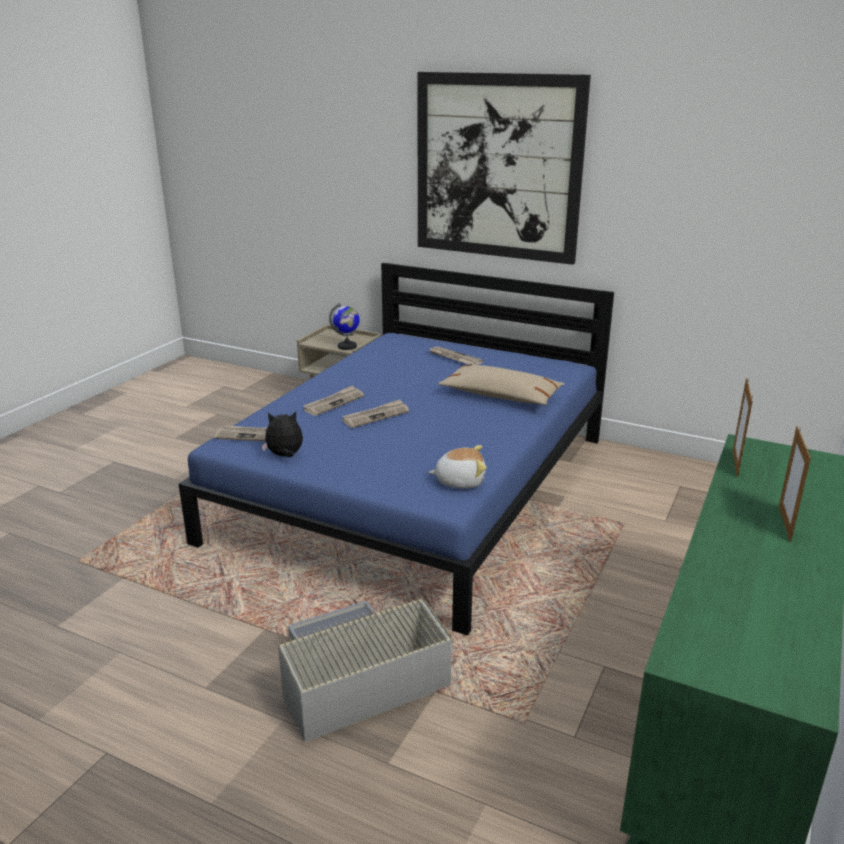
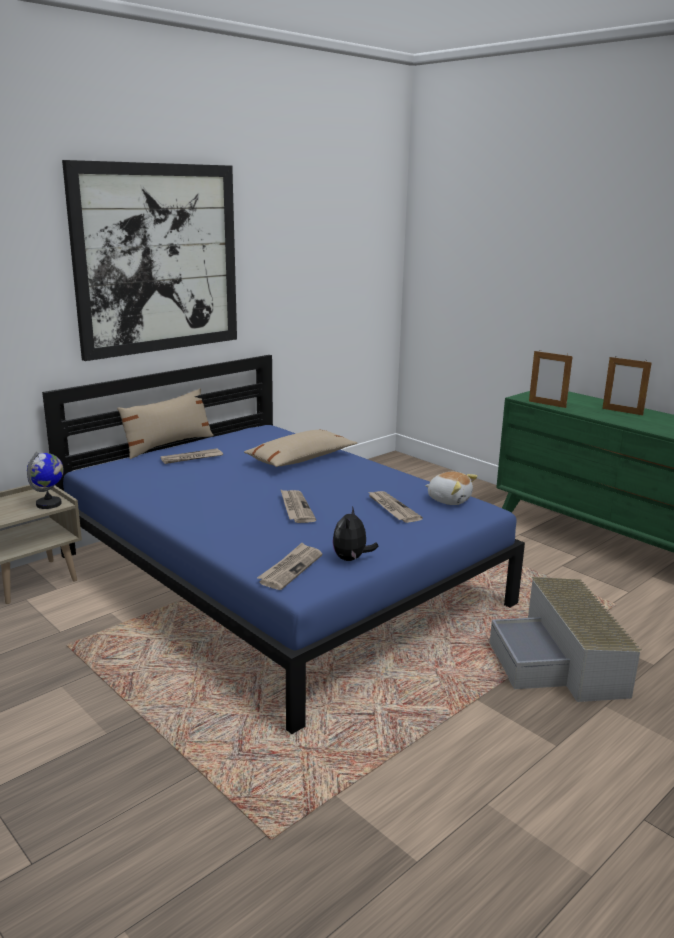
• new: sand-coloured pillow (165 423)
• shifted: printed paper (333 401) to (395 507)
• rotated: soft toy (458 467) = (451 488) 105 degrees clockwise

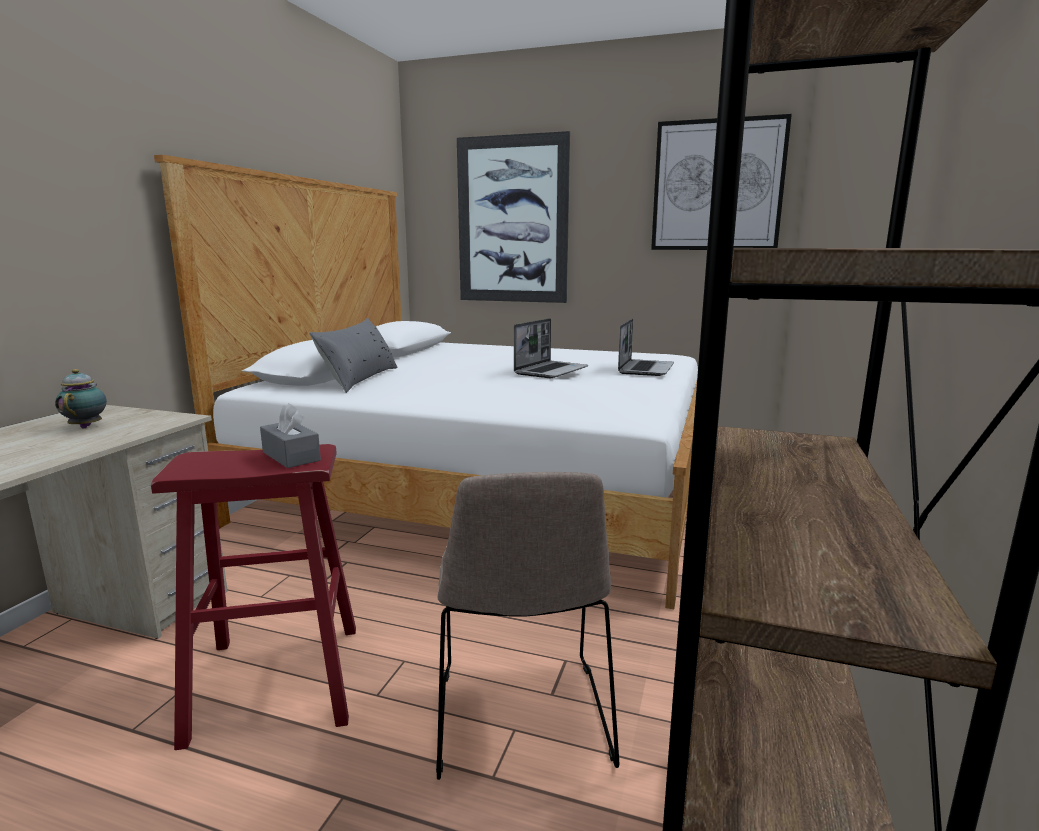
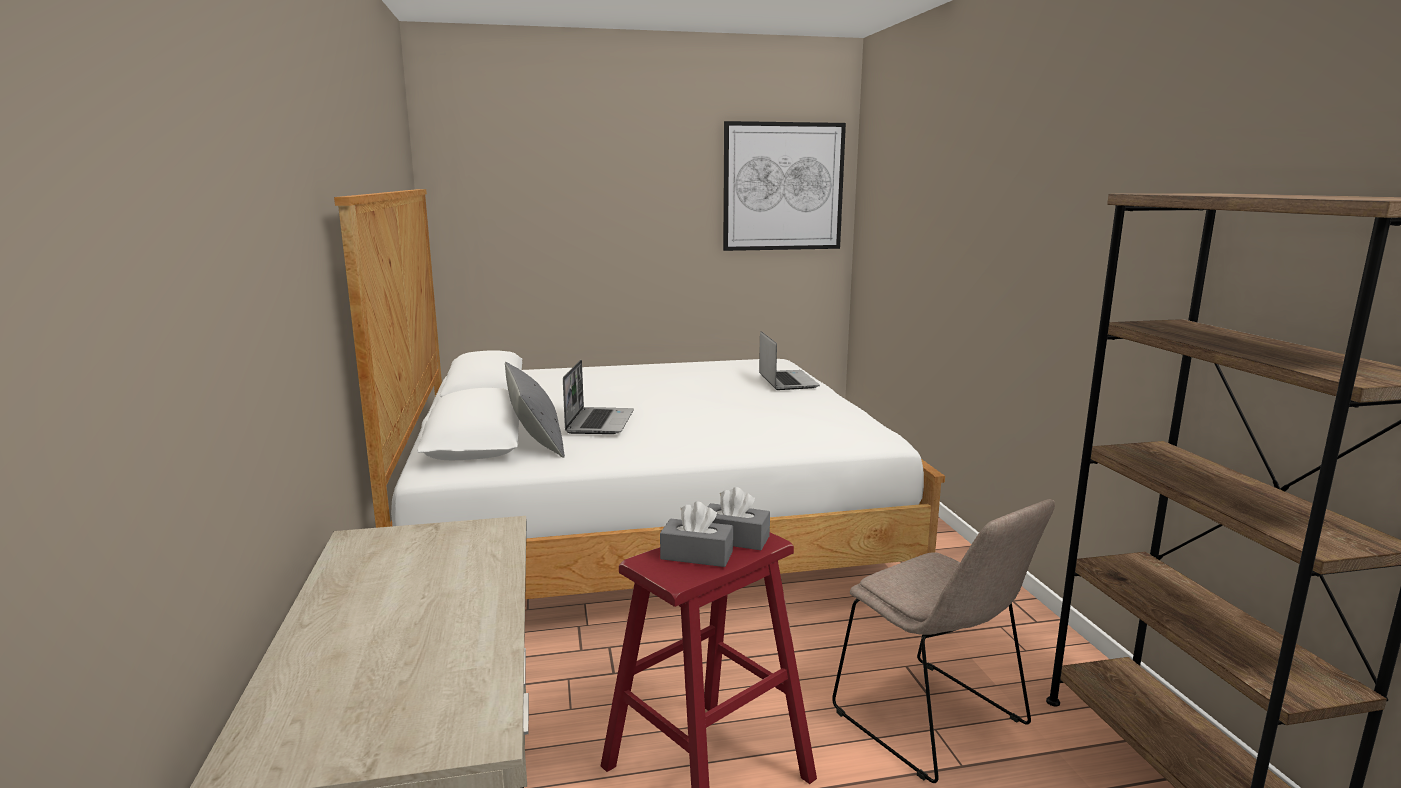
• gone: tea pot (81 398)
• gone: wall picture (513 217)
• new: gray tissue holder (696 534)
• shifted: laptop (551 348) to (598 397)

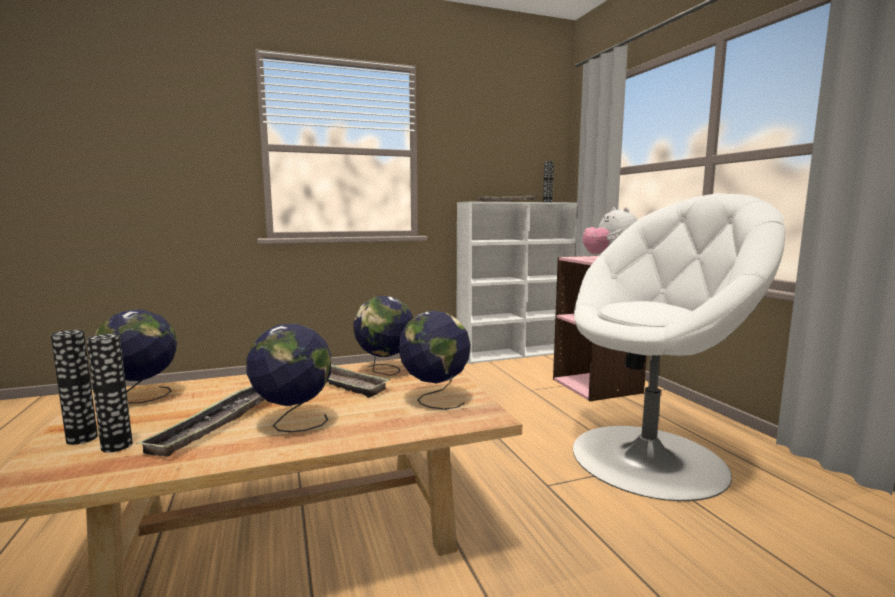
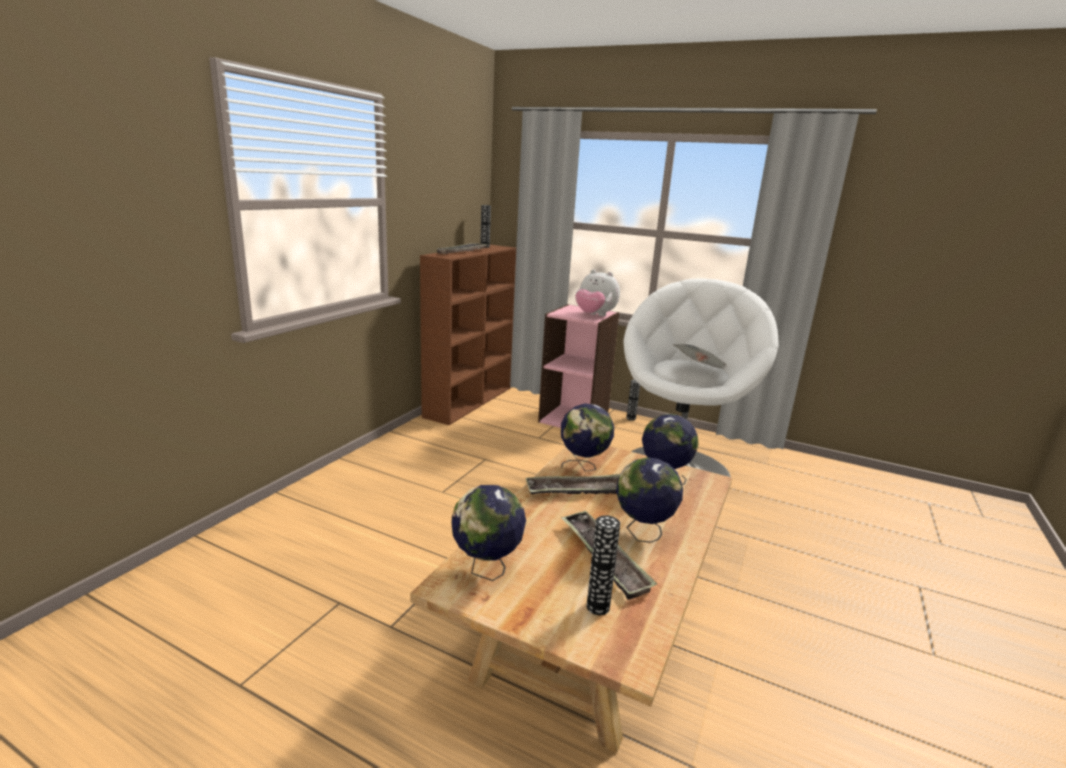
• new: printed paper (699 356)
• shifted: vase (74 387) to (633 400)
• repainted: whitish bookshelf (517 283) to brown-coloured bookshelf (468 335)

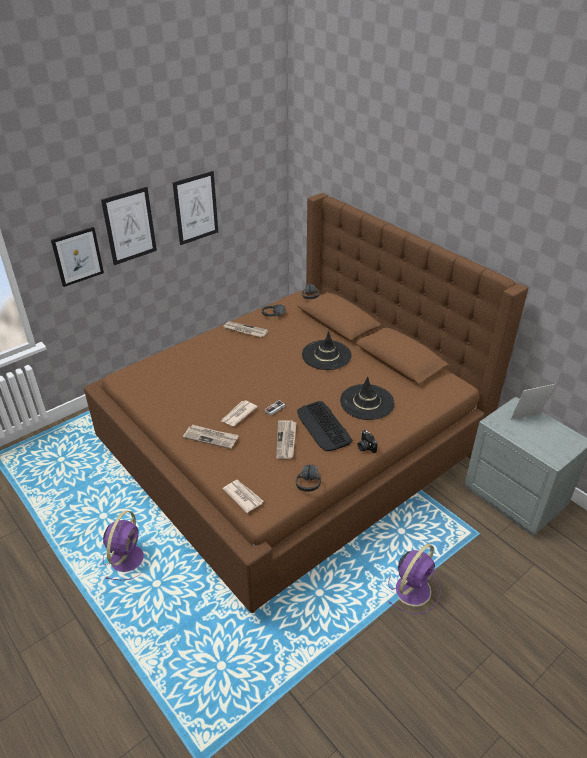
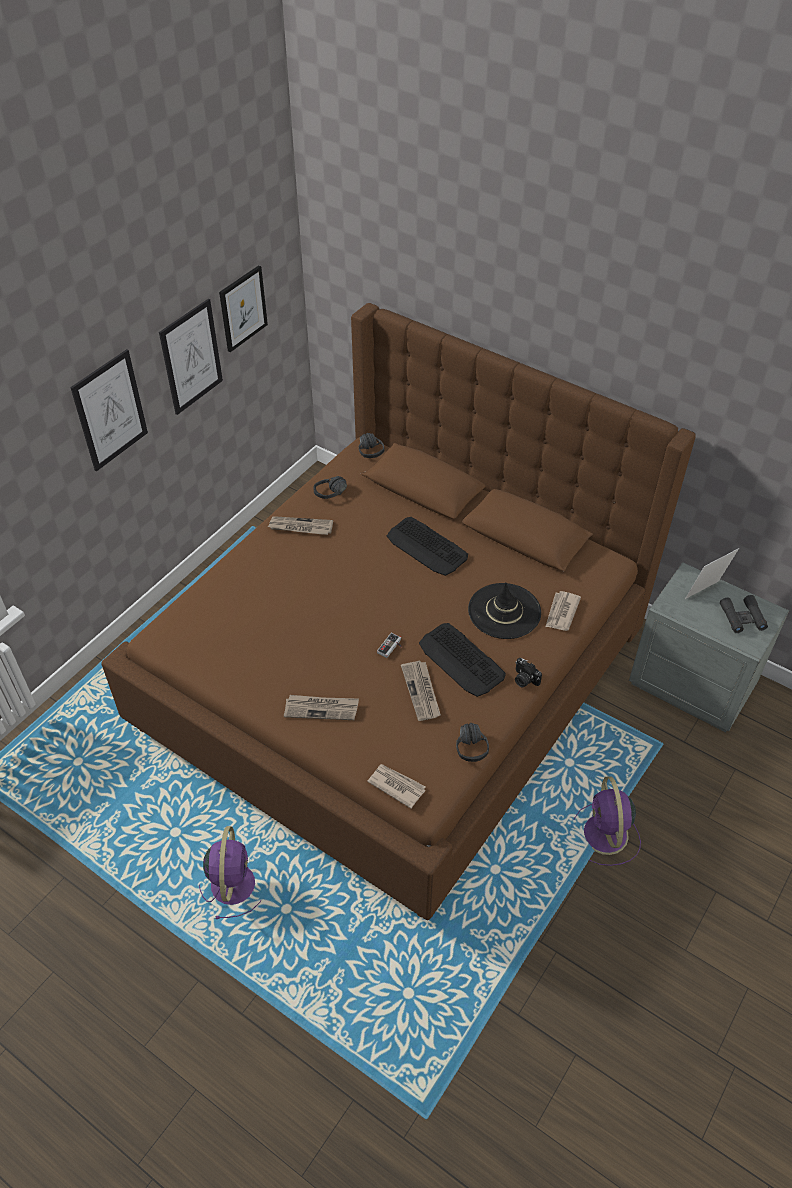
• new: blackish field glasses (744 614)
• shifted: wall picture (77 257) to (243 308)
• shifted: printed paper (239 413) to (563 611)
• swapped: blackish wearable hat (327 350) to PC keyboard (427 546)
• rotated: purple-coloured electric fan (414 579) = (607 821) 150 degrees clockwise

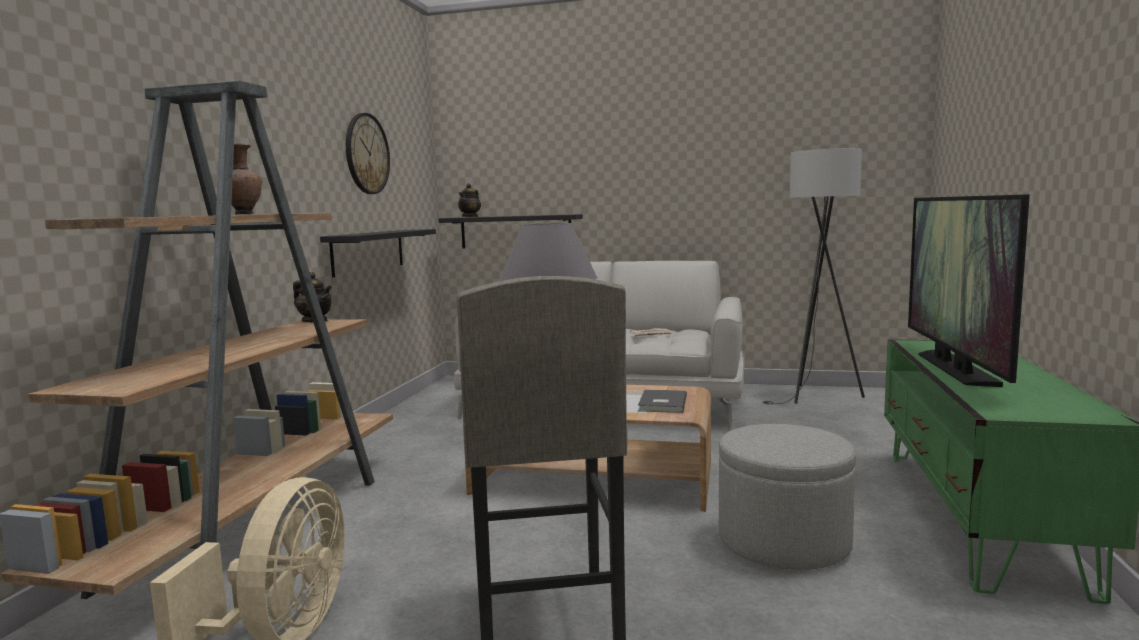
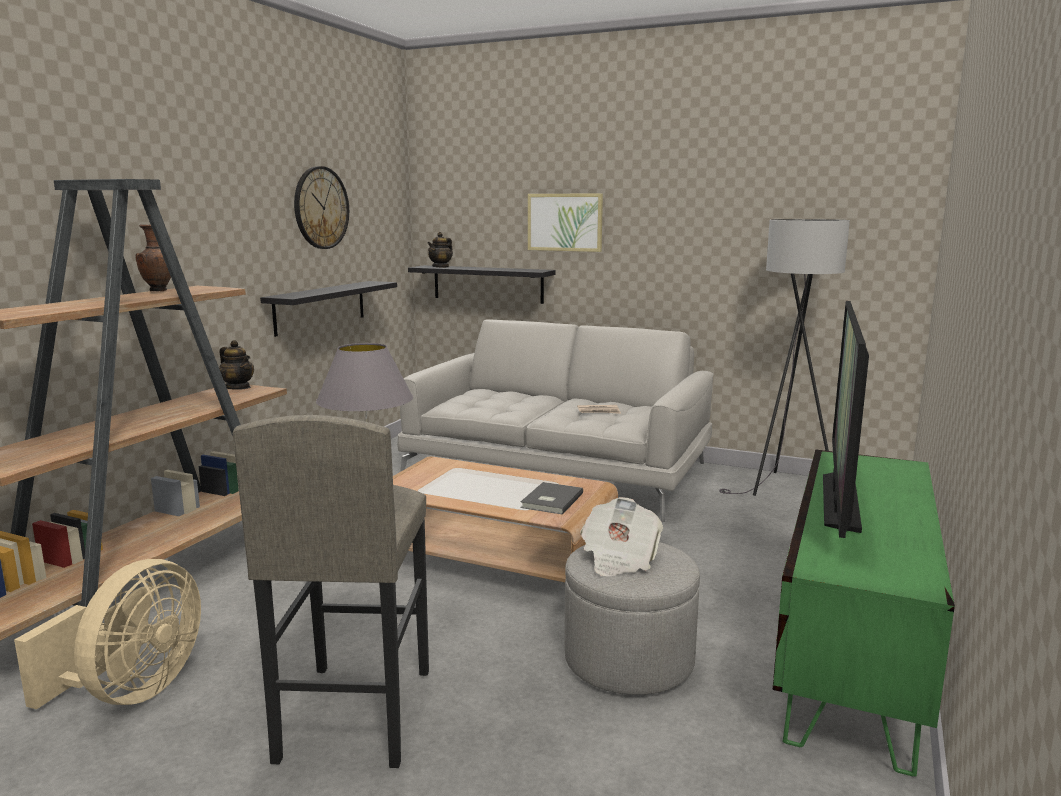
• new: wall picture (565 222)
• new: printed paper (621 536)

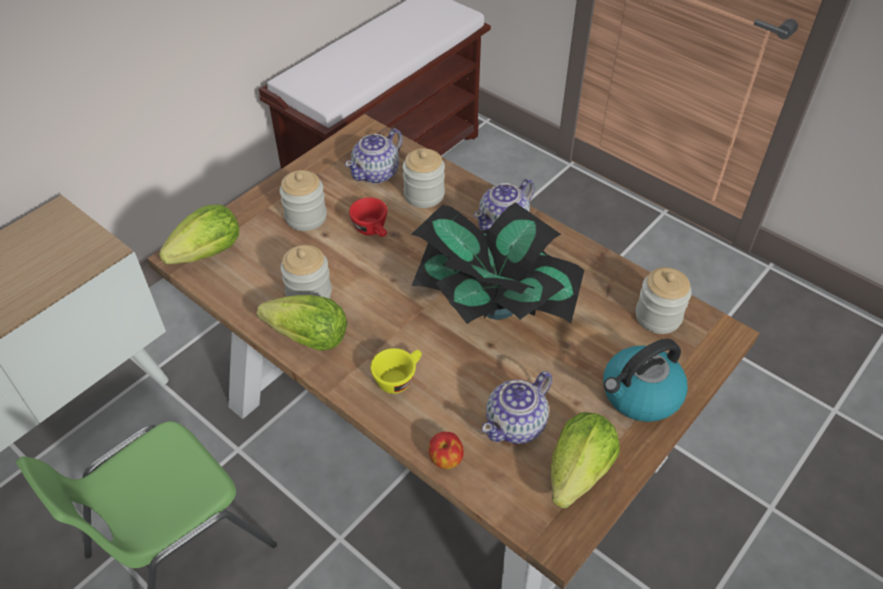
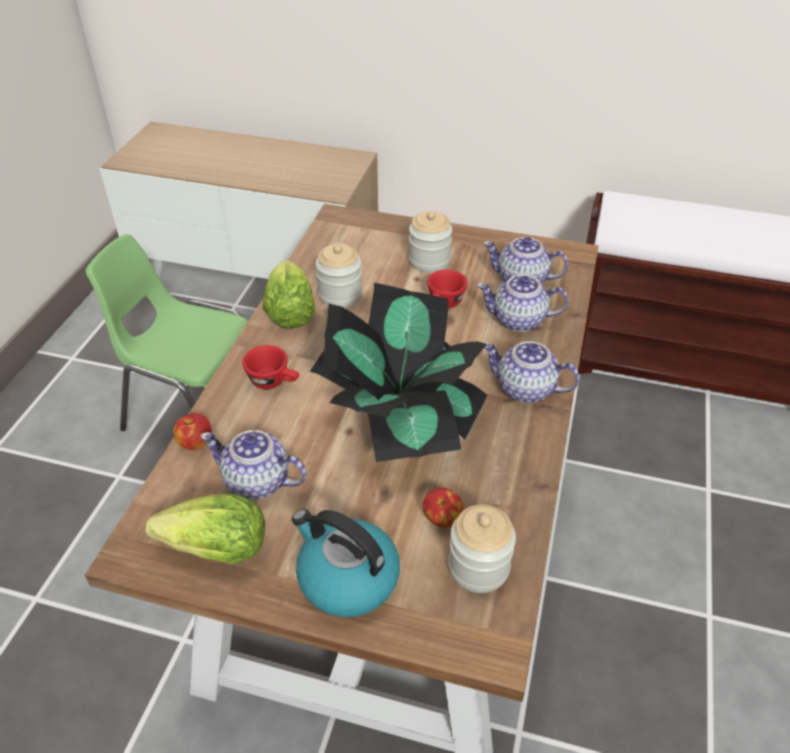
• gone: lettuce head (199 234)
• new: whole apple (443 507)
• swapped: preserve jar (424 178) to tea pot (522 303)
• repainted: yellowish small cup (396 371) to red small cup (270 367)

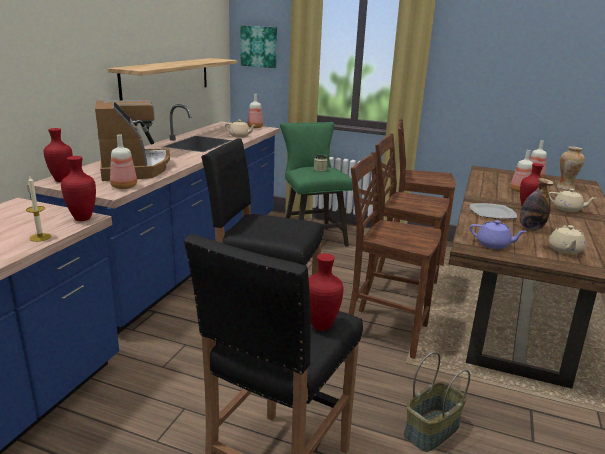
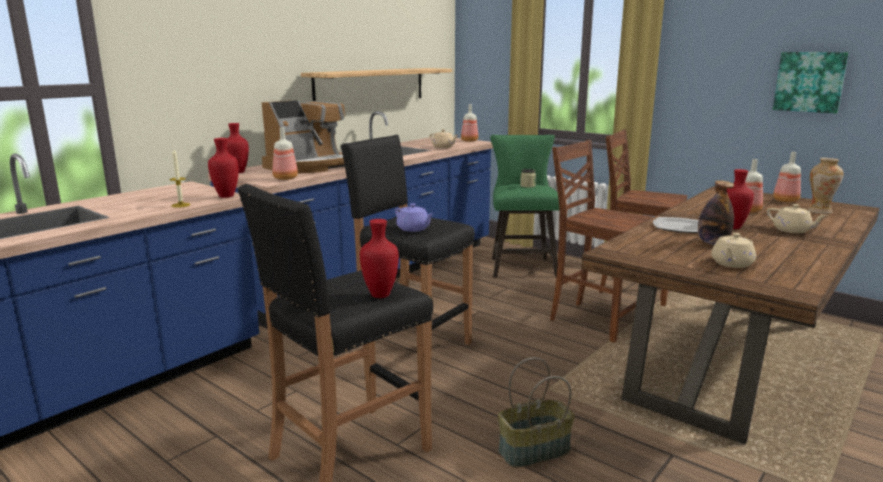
• gone: brown-coloured upright chair (395 255)
• shifted: wall picture (258 46) to (811 82)
• shifted: purple-coloured tea pot (498 234) to (414 217)
• rotated: coffee brewer (132 140) = (303 136) 45 degrees clockwise

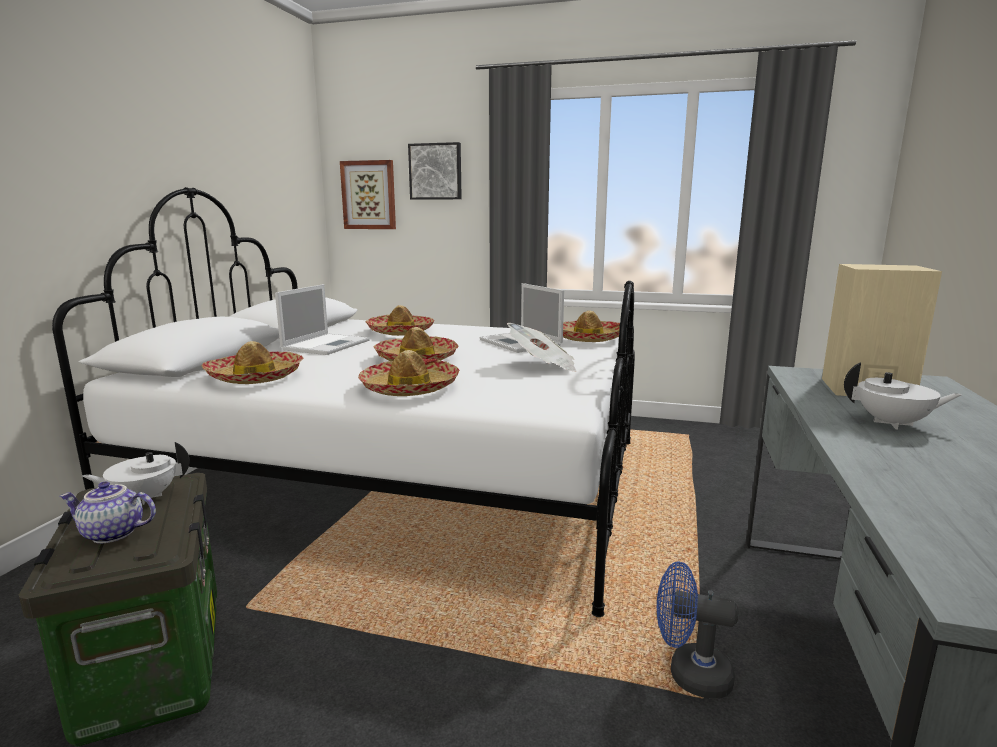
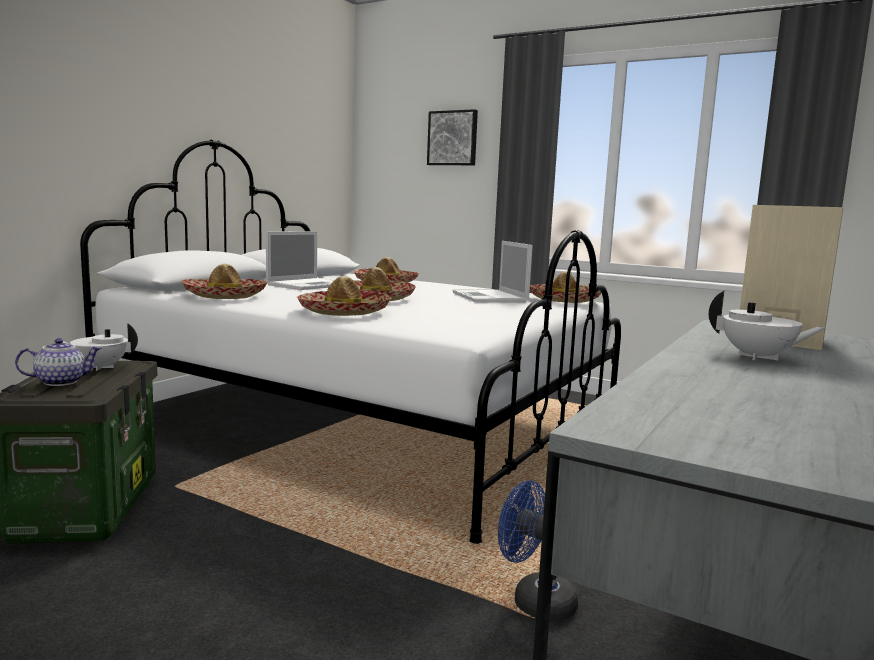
• gone: wall picture (368 194)
• gone: printed paper (541 347)
• rotated: tea pot (107 512) = (58 362) 135 degrees clockwise

